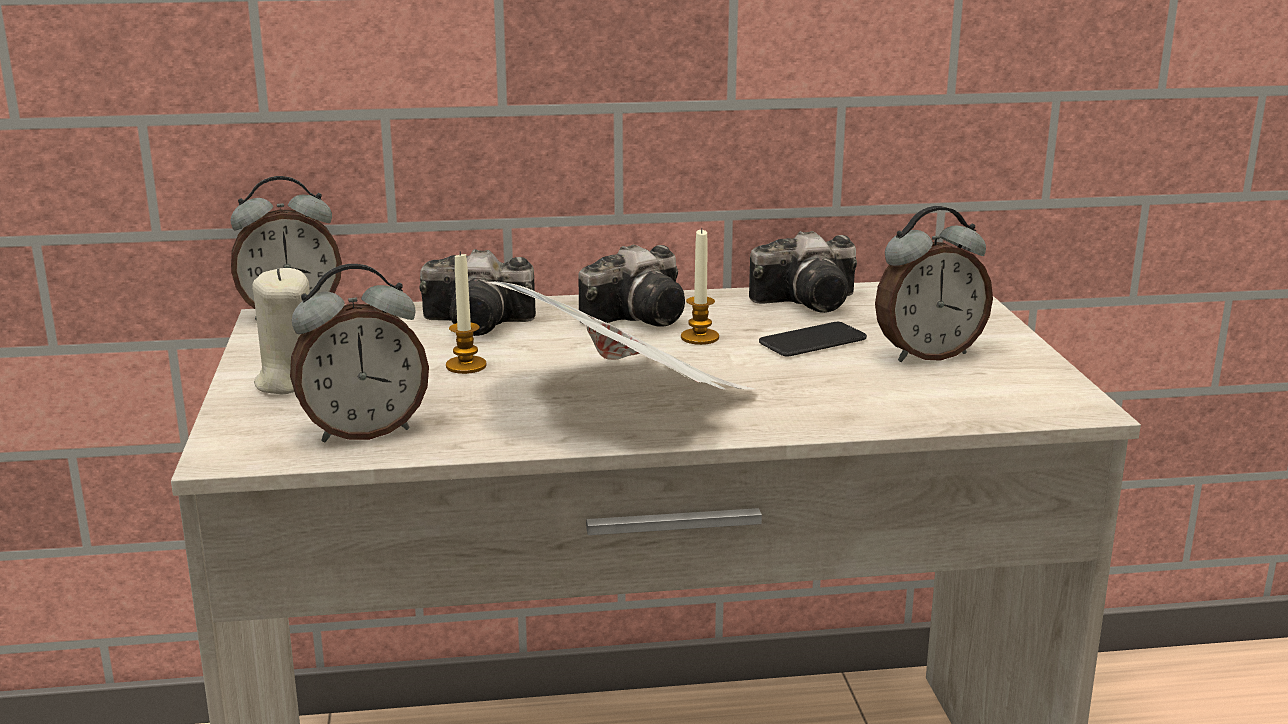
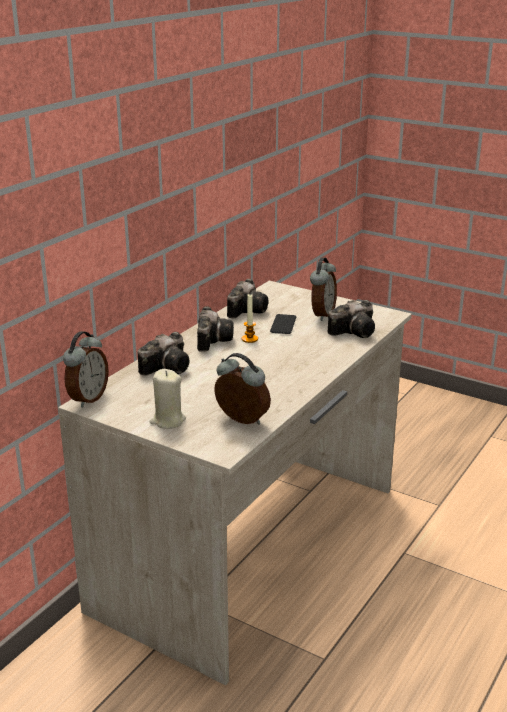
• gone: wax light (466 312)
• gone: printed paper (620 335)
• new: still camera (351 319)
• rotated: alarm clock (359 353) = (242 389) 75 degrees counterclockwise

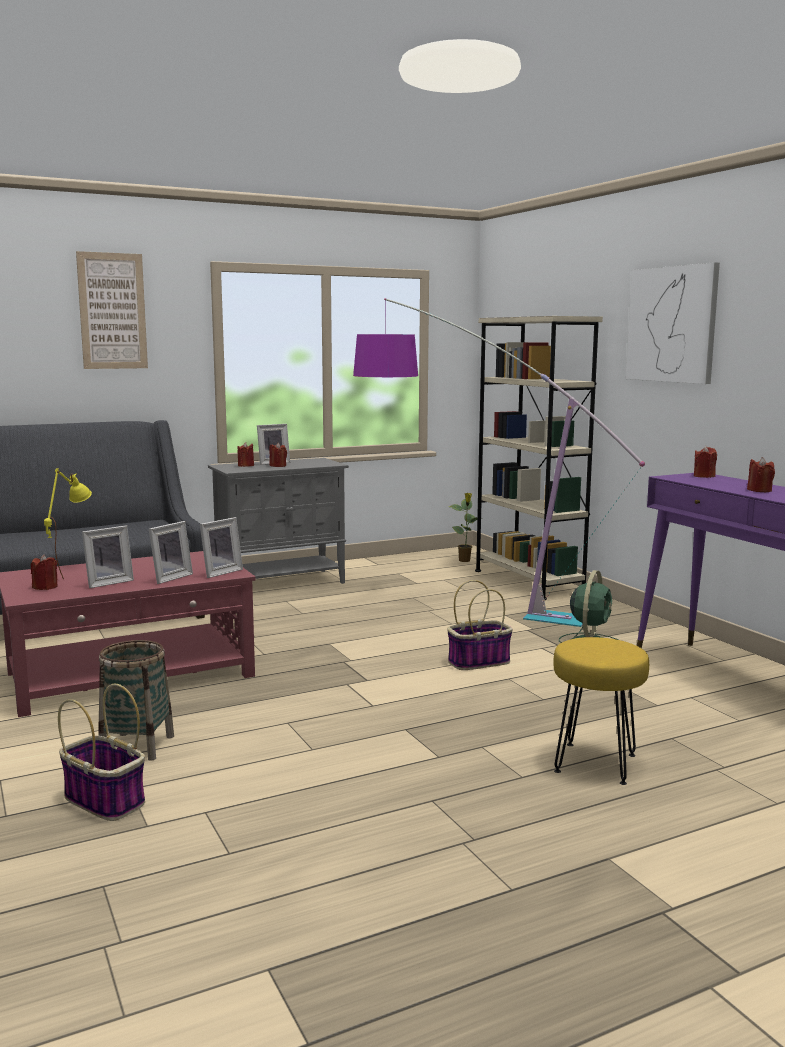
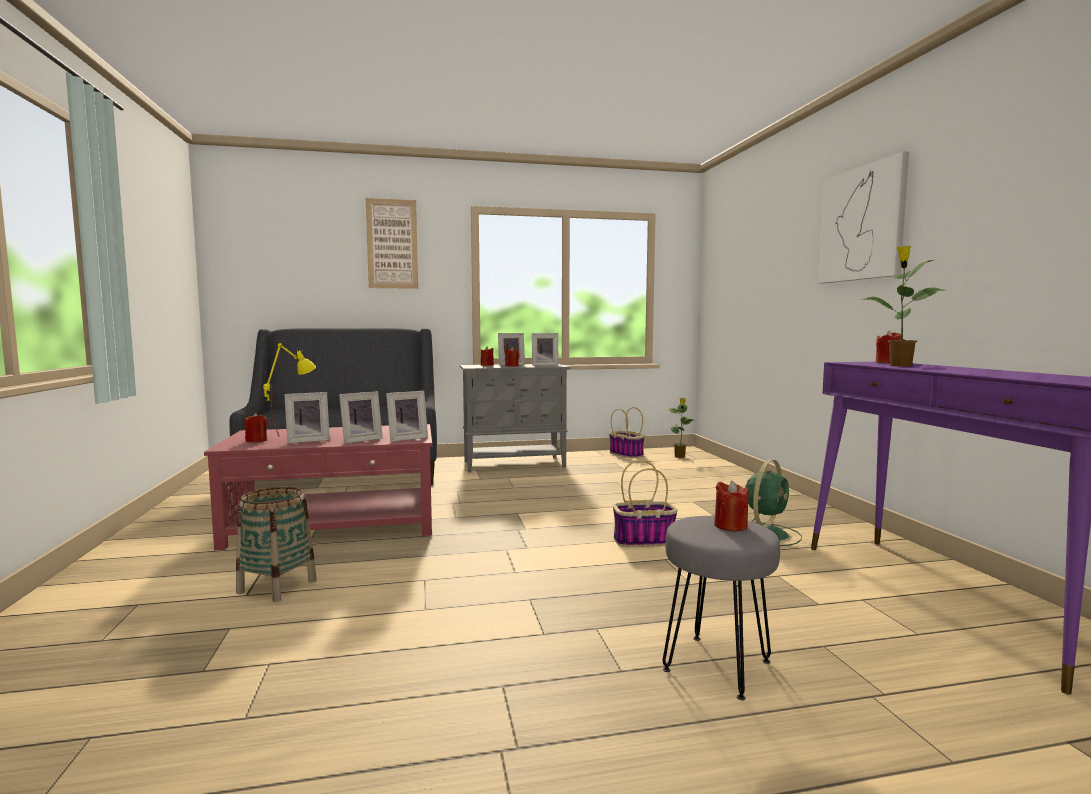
• gone: standing lamp (499 462)
• gone: sand-coloured bookshelf (539 458)
• new: standing frame (545 349)
• new: plant in a pot (903 306)
• shifted: storage basket (101 752) to (627 432)
• shifted: red wax light (761 474) to (731 506)
• repainted: yellowish stool seat (601 711) to gray stool seat (721 608)

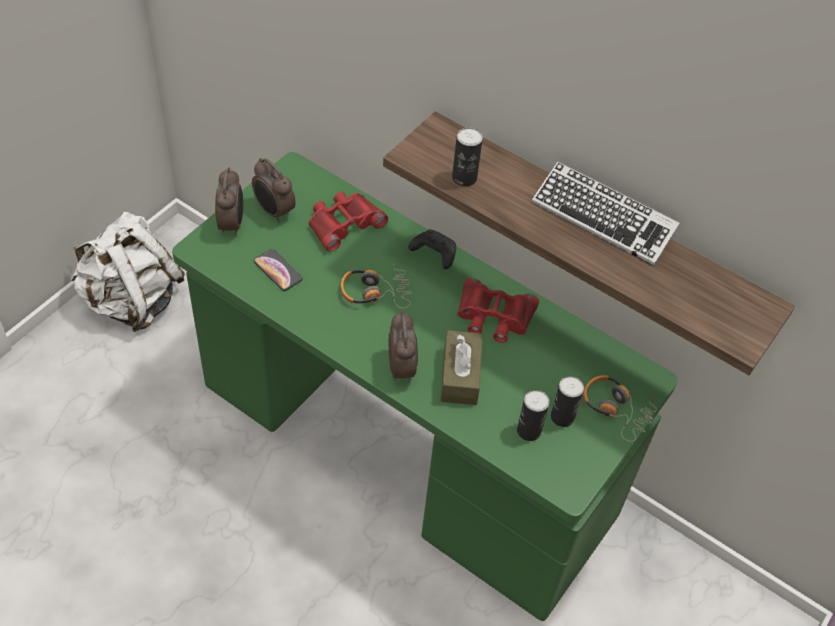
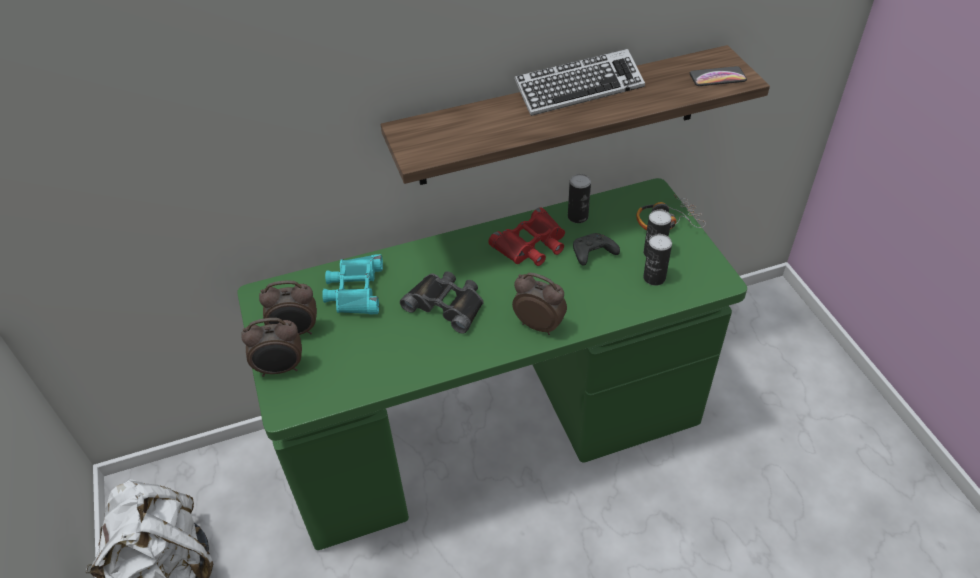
• gone: brown-coloured tissue holder (461 367)
• shifted: telephone (278 270) to (718 76)
• shifted: blackish joypad (432 249) to (596 249)
• shifted: metal can (467 157) to (579 198)
• swapped: headset (376 286) to blackish field glasses (442 302)
• repainted: red field glasses (348 222) to turquoise-coloured field glasses (352 284)
• rotated: alarm clock (229 201) = (271 347) 135 degrees clockwise

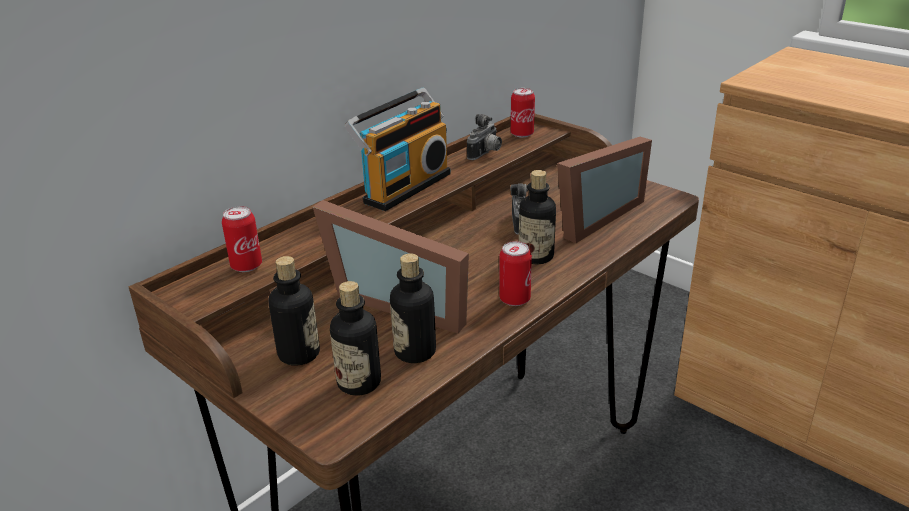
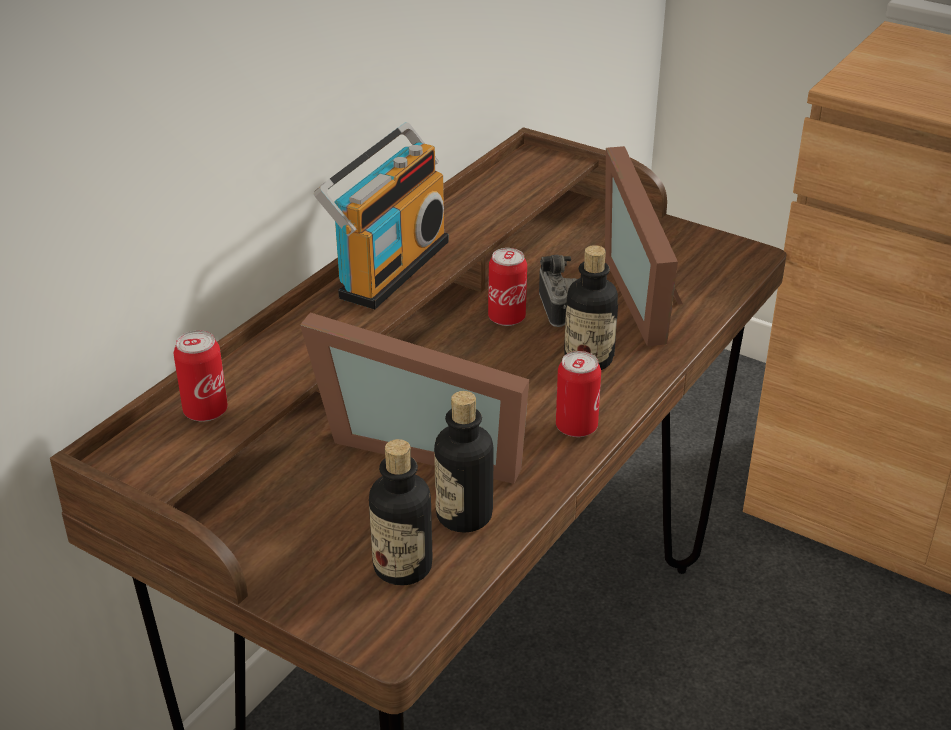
• gone: drink bottle (294 311)
• gone: still camera (484 137)
• shifted: metal can (523 113) to (507 287)
• rotated: standing frame (604 190) = (644 246) 135 degrees clockwise

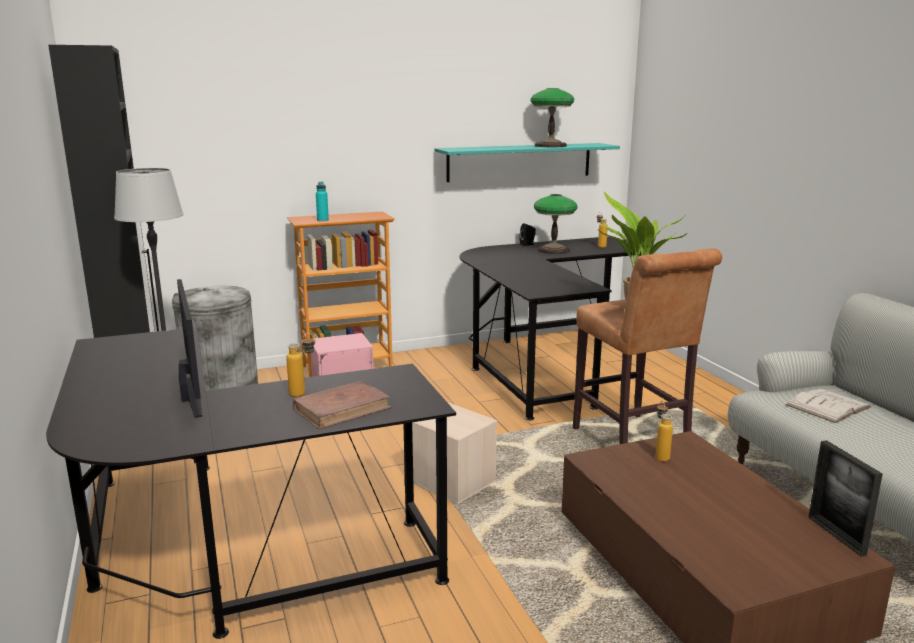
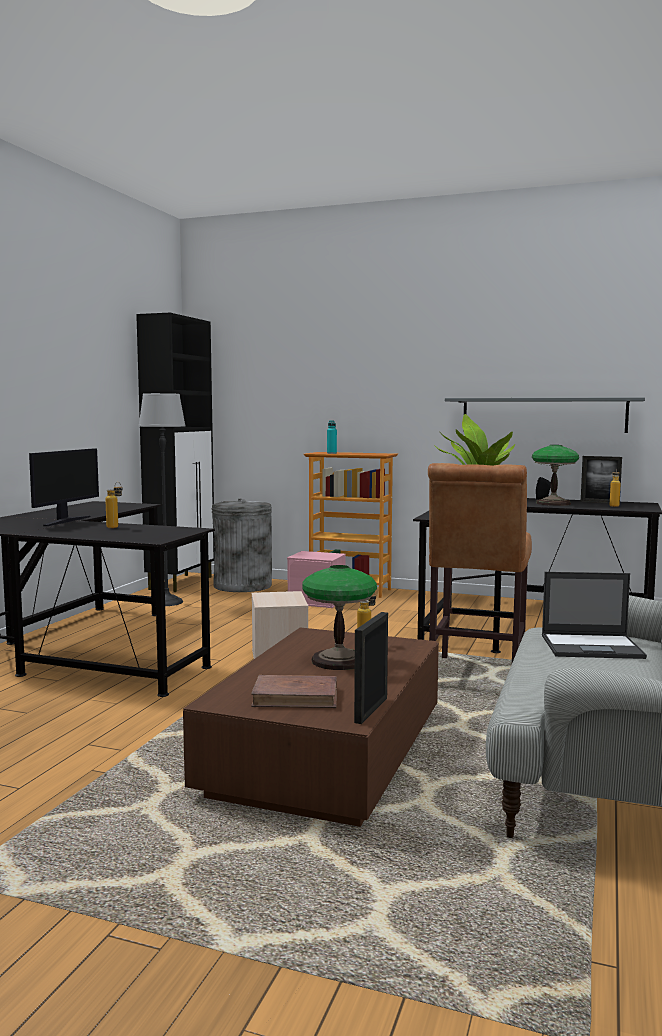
• new: standing frame (601 480)
• shifted: brown-coloured bound book (342 405) to (294 691)
• shifted: table lamp (552 117) to (339 617)
• swapped: whitish bound book (828 405) to laptop (594 615)
• repainted: turquoise-coloured bracket shelf (527 162) to gray bracket shelf (545 415)

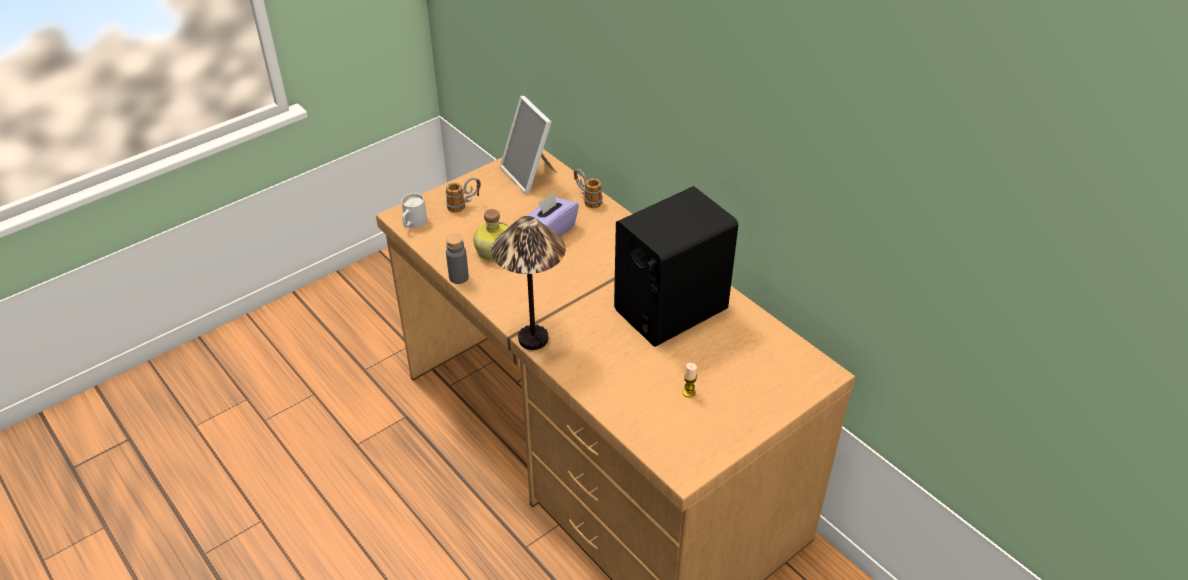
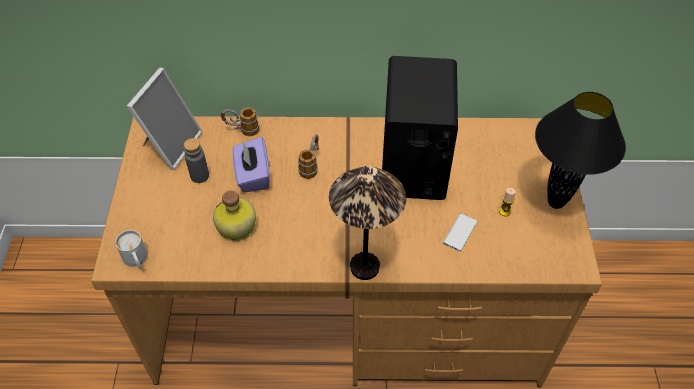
• new: telephone (460 232)
• new: blackish table lamp (580 150)
• shifted: tea mug (463 195) to (308 156)
• shifted: gray drink bottle (457 259) to (196 160)
• rotated: standing frame (528 145) = (164 118) 75 degrees counterclockwise

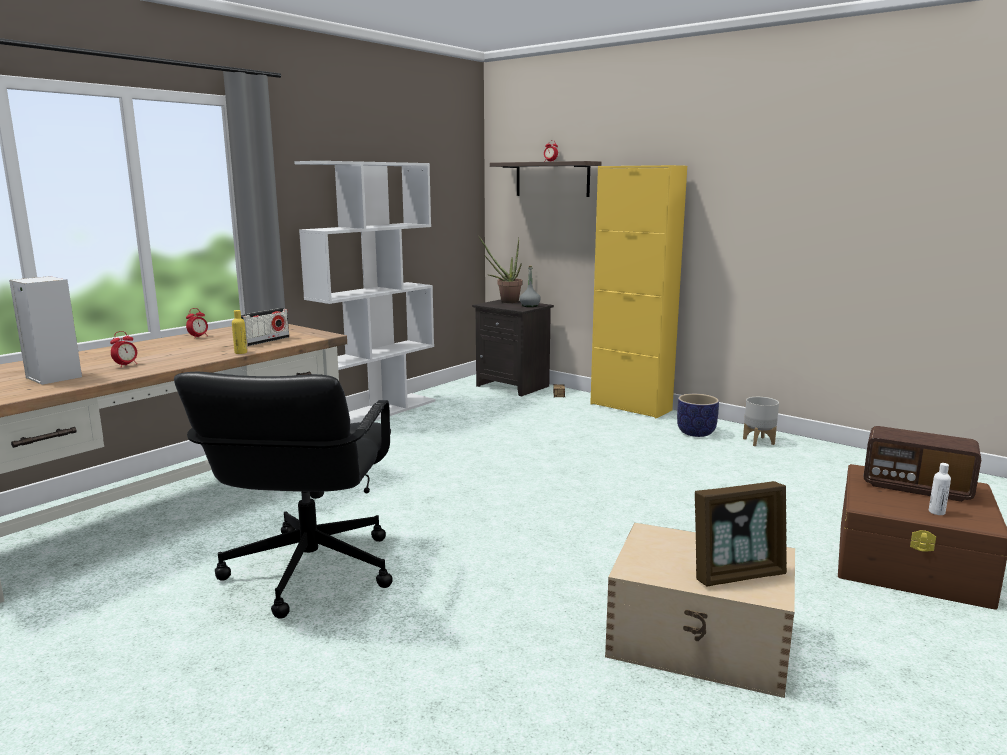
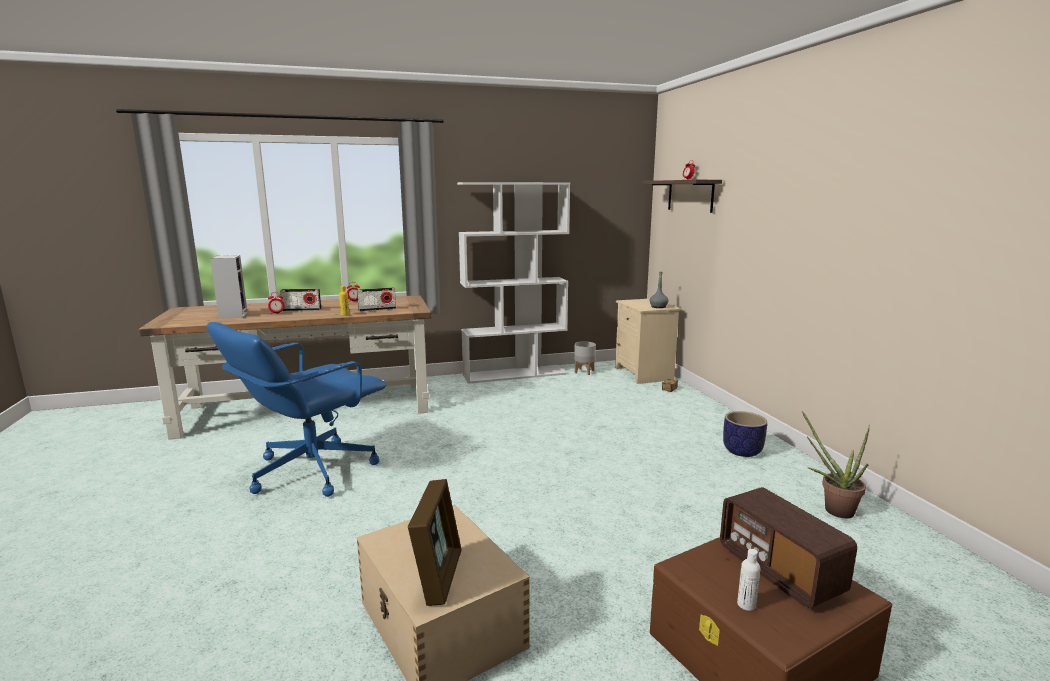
• gone: yellowish cabinet (638 292)
• new: radio receiver (300 300)
• shifted: plant in a pot (500 270) to (836 464)
• shifted: gray flower pot (761 421) to (585 358)
• repainted: blackish desk chair (283 495) to blue-coloured desk chair (296 409)
• repainted: blackish nightstand (513 348) to sand-coloured nightstand (648 341)
• rotated: standing frame (741 533) = (435 542) 105 degrees counterclockwise

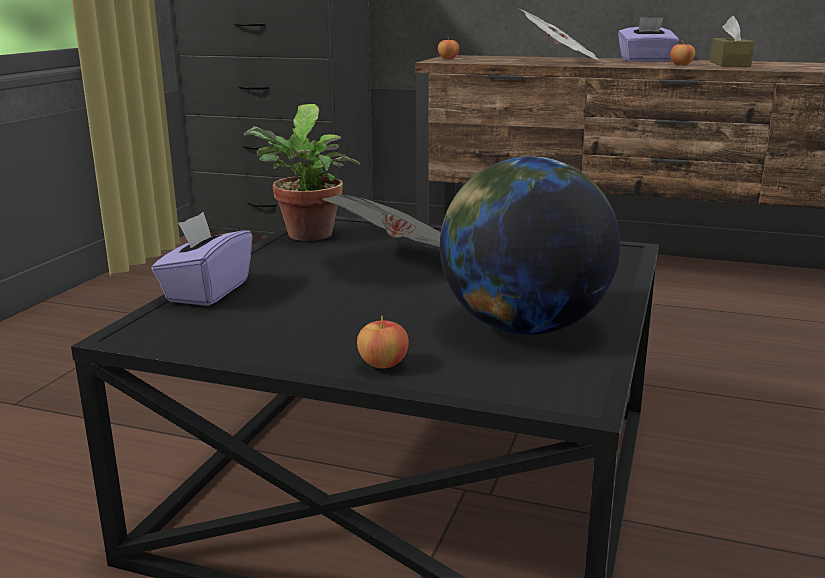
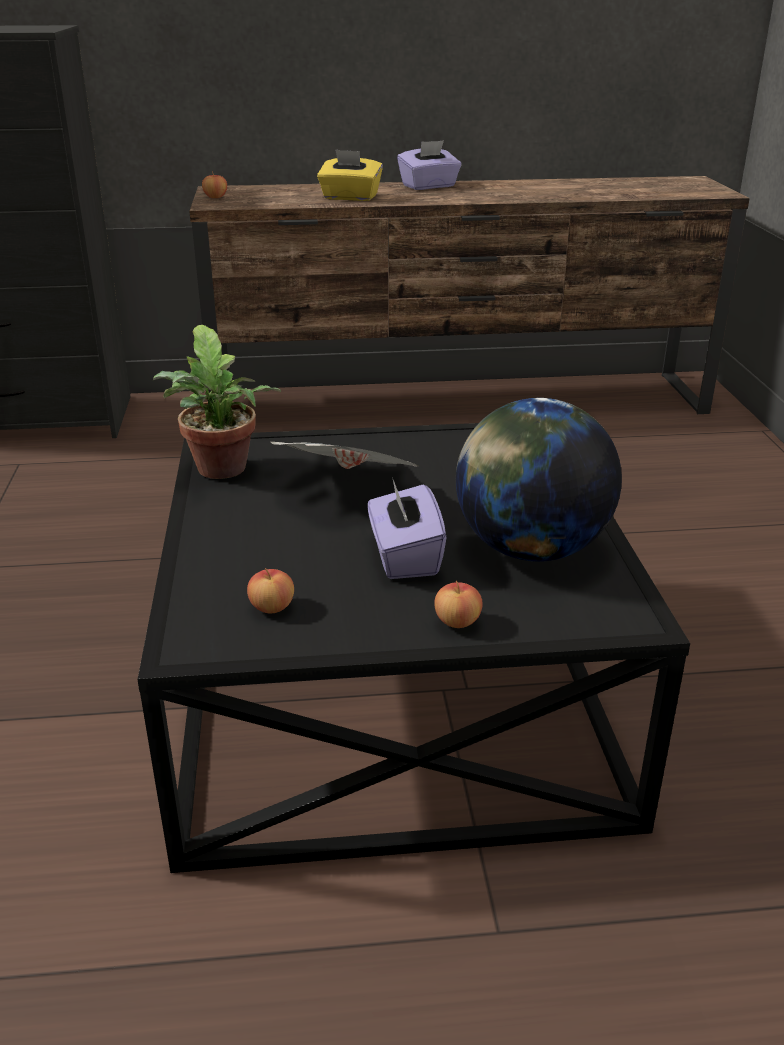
• gone: brown-coloured tissue holder (732 41)
• shifted: purple-coloured tissue holder (202 259) to (407 529)
• shifted: whole apple (682 52) to (270 590)
• swapped: printed paper (562 36) to yellowish tissue holder (350 175)

